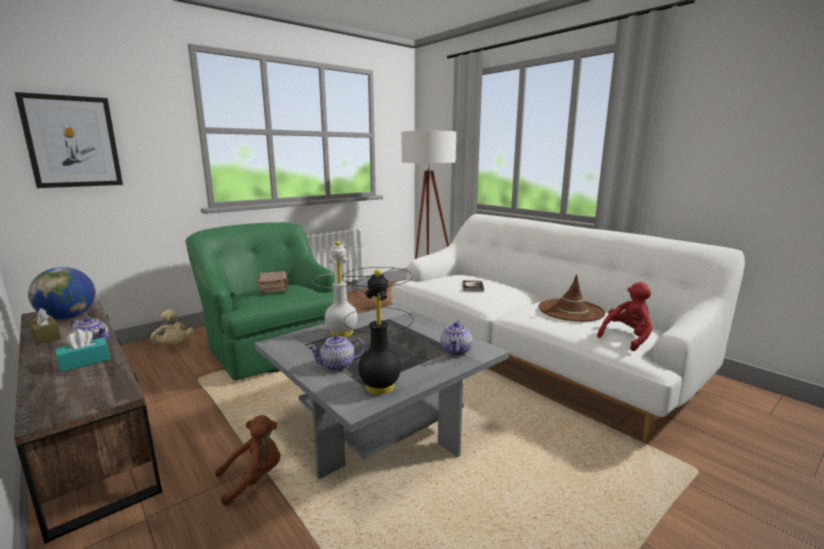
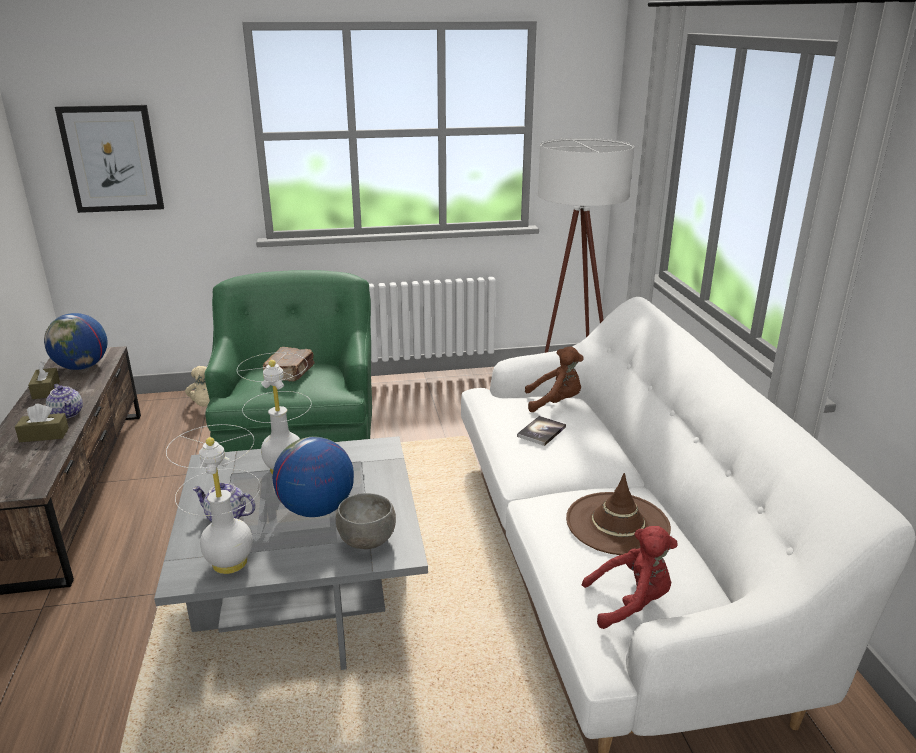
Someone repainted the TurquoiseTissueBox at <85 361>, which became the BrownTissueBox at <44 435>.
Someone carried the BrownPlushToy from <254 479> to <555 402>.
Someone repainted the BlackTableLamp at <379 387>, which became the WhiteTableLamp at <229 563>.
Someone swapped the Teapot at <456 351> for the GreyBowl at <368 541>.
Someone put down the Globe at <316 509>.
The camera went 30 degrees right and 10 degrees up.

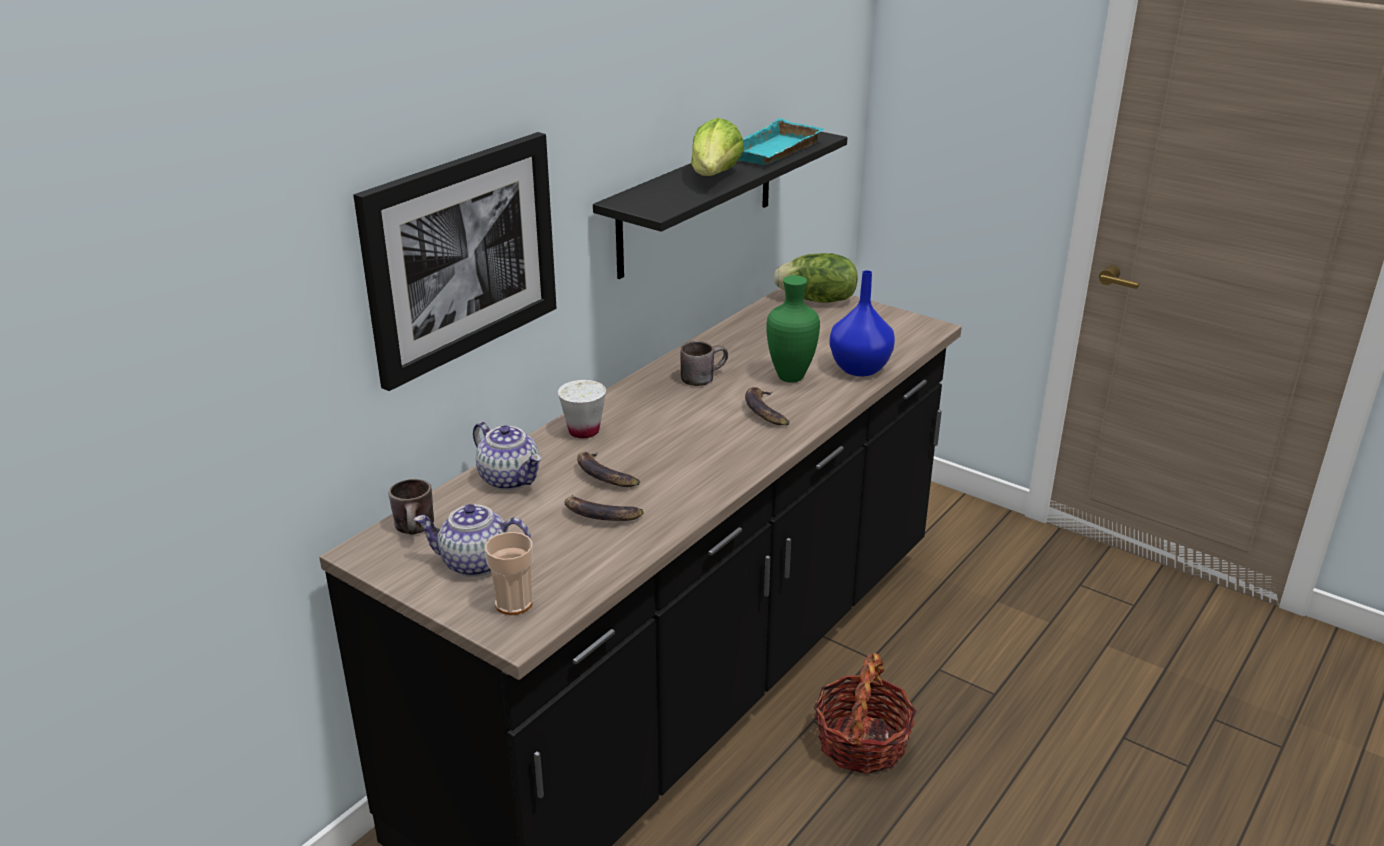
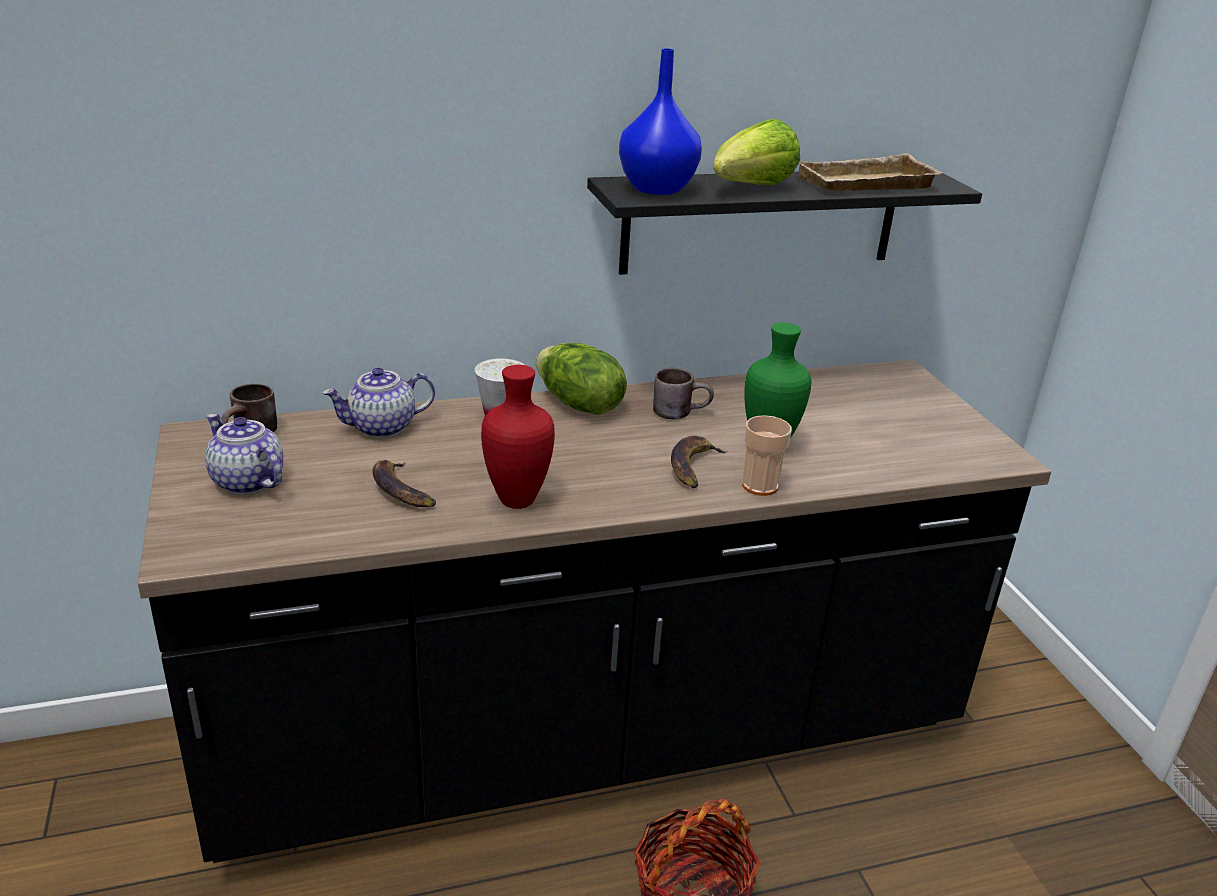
Someone took away the Picture at <460 256>.
Someone rotated the Teapot at <510 479> by 75 degrees clockwise.
Someone carried the Cup from <514 603> to <760 486>.
Someone took away the Banana at <604 475>.
Someone repainted the TurquoiseTray at <775 152>, which became the BeigeTray at <865 185>.
Someone carried the Lettuce from <817 300> to <578 405>.
Someone carried the BlueVase from <860 369> to <656 189>.
Someone put down the RedVase at <516 502>.
The camera went 35 degrees right and 0 degrees up.

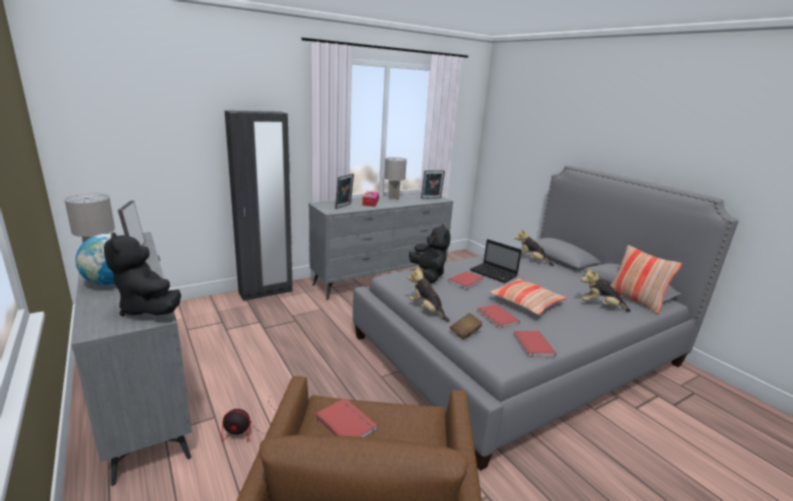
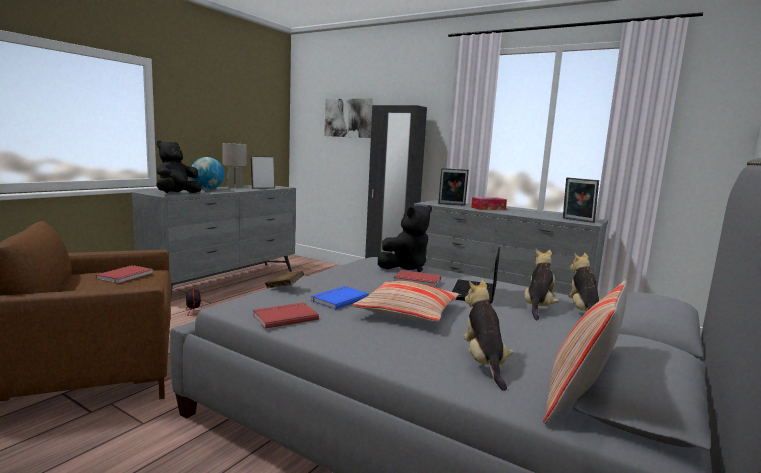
Someone took away the GreyTableLamp at <393 198>.
Someone carried the PlushToy from <427 310> to <538 307>.
Someone repainted the RedBook at <496 318>, which became the BlueBook at <338 299>.
Someone put up the Picture at <348 118>.
The camera went 65 degrees right and 10 degrees down.

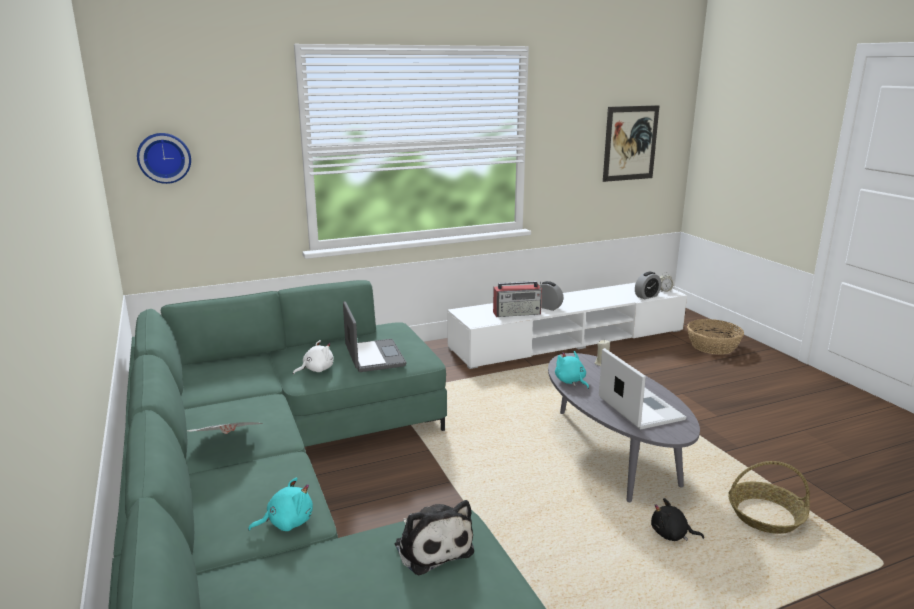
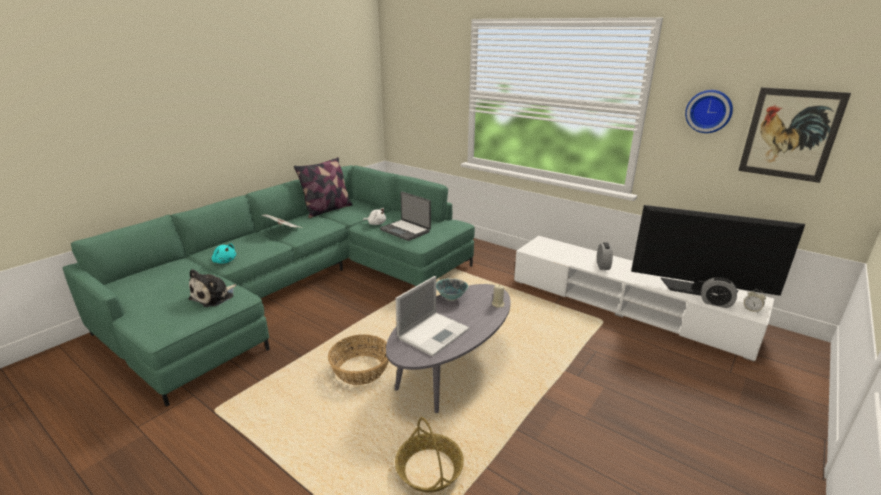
Someone carried the WallClock from <164 157> to <709 111>.
Someone rotated the Laptop at <373 357> by 90 degrees clockwise.
Someone took away the Radio at <517 313>.
Someone swapped the TurquoisePlushToy at <571 381> for the Bowl at <451 298>.
Someone took away the BlackPlushToy at <671 535>.
Someone carried the Basket from <712 346> to <360 370>.
Someone put down the Pillow at <327 210>.
Someone put down the Television at <699 290>.
The camera went 60 degrees right and 5 degrees up.

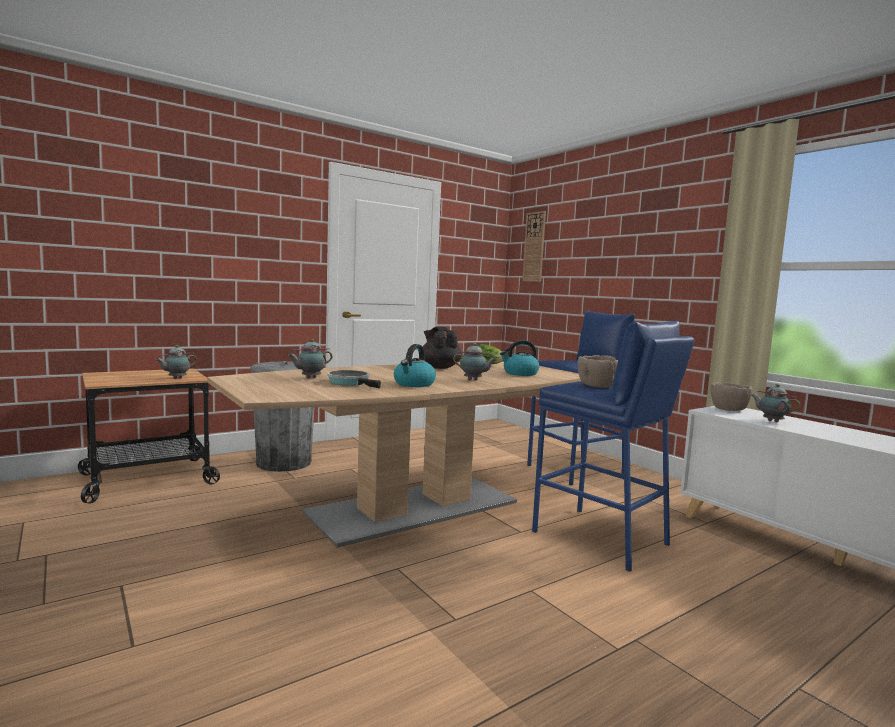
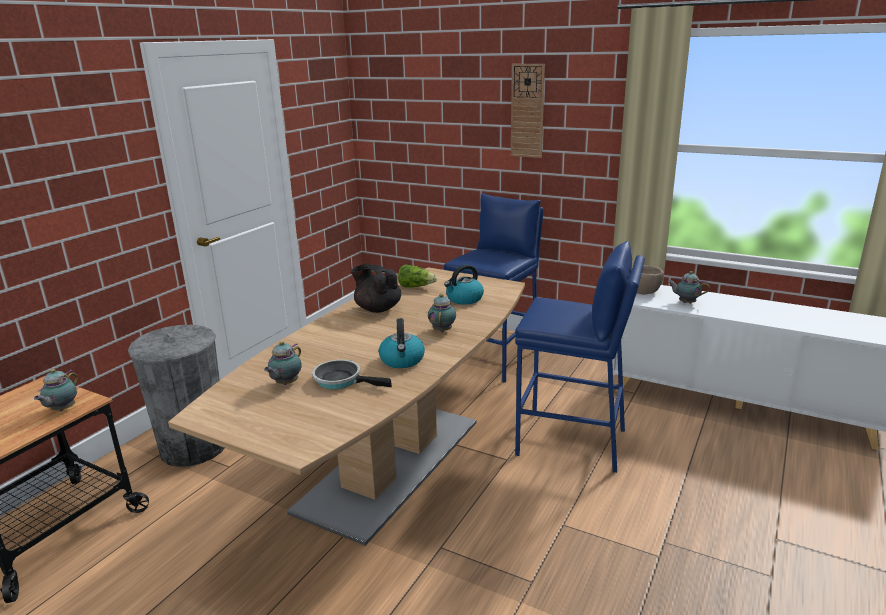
Someone rotated the Teapot at <474 380> by 75 degrees counterclockwise.
Someone carried the WallClock from <534 247> to <527 111>.
Someone took away the BrownBowl at <596 386>.
The camera went 25 degrees left and 15 degrees up.

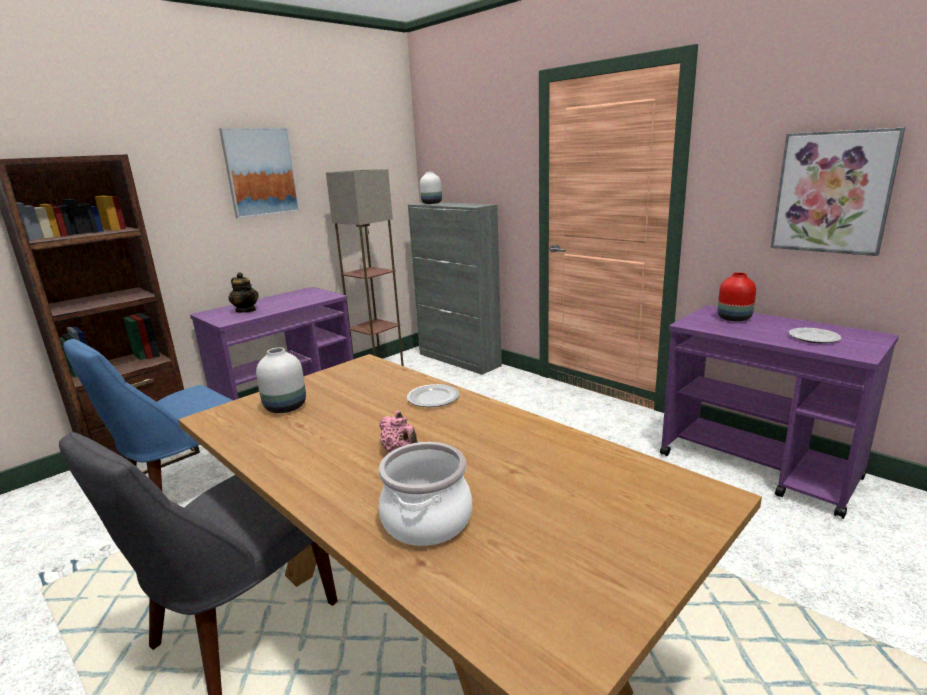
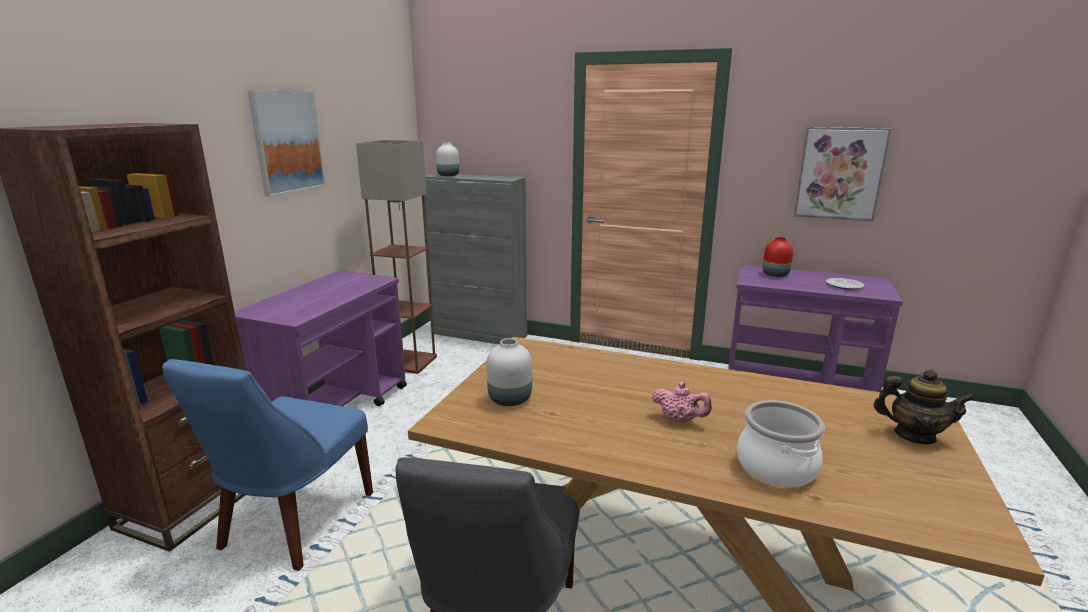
Someone carried the Teapot from <246 310> to <914 435>.
Someone took away the Plate at <432 398>.
The camera went 25 degrees left and 0 degrees up.

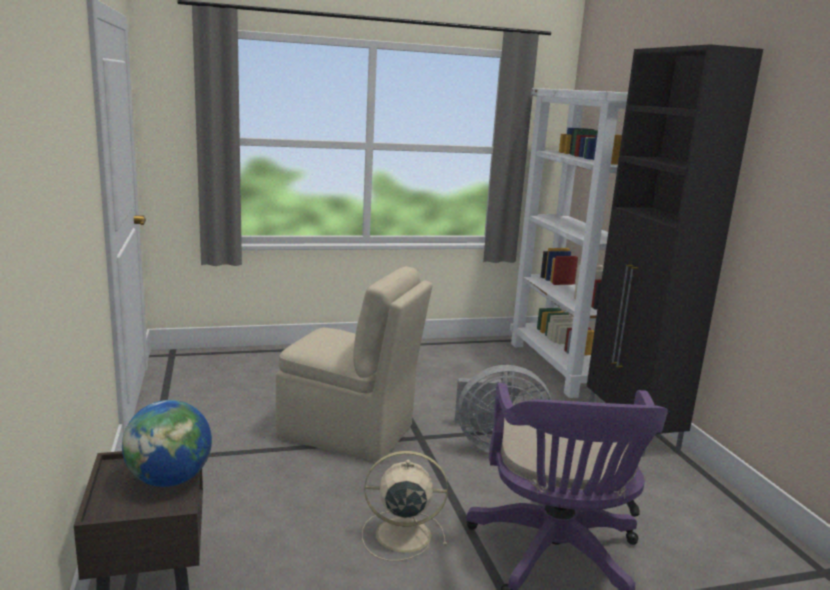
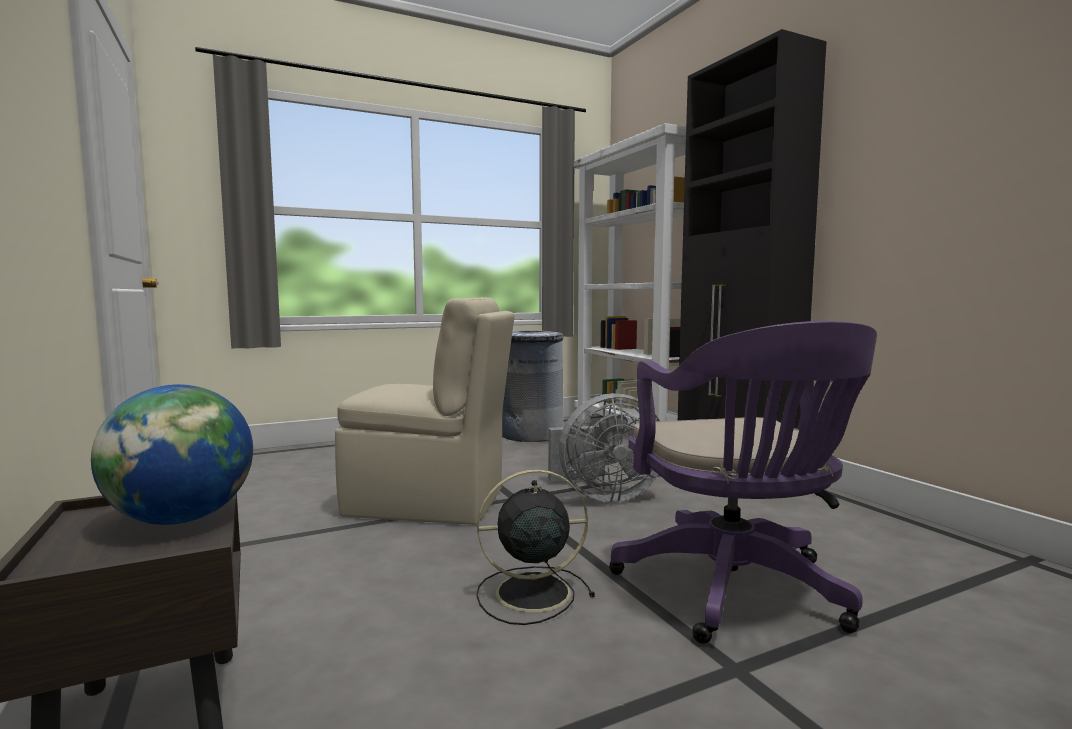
Someone repainted the BeigeFan at <400 534>, which became the BlackFan at <529 593>.
Someone put down the GreyTrashCan at <531 434>.
The camera went 10 degrees left and 10 degrees down.

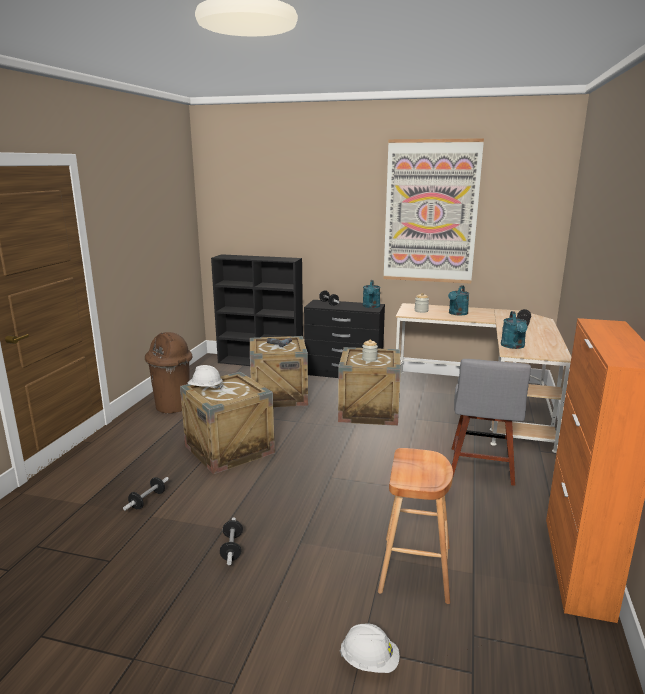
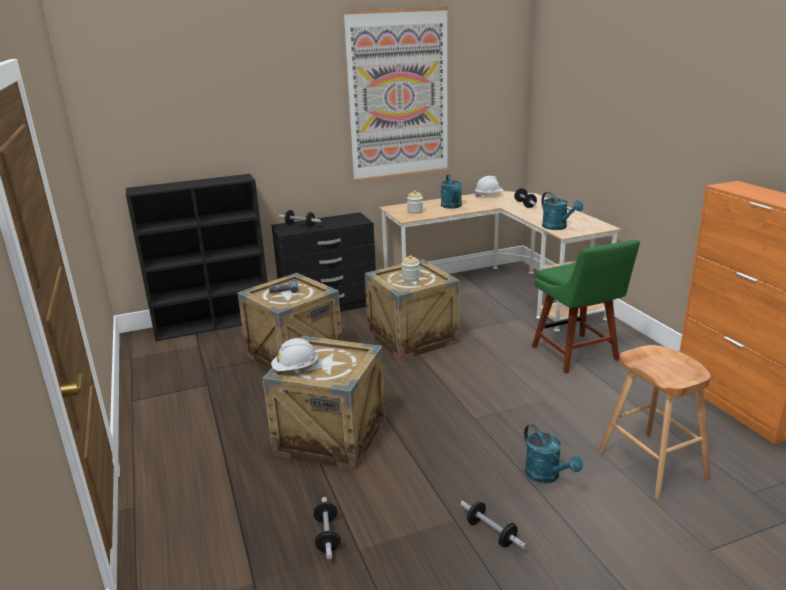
Someone took away the BrownTrashCan at <173 406>.
Someone carried the WhiteHardHat from <369 661> to <488 196>.
Someone carried the TurquoiseWateringCan from <371 306> to <547 476>.
Someone repainted the GreyChair at <481 468>, which became the GreenChair at <577 355>.
The camera went 35 degrees left and 5 degrees up.

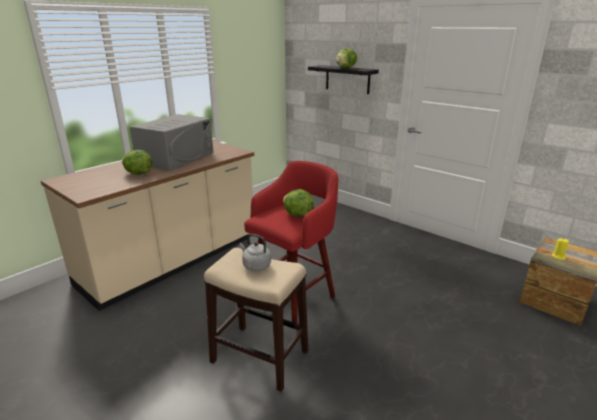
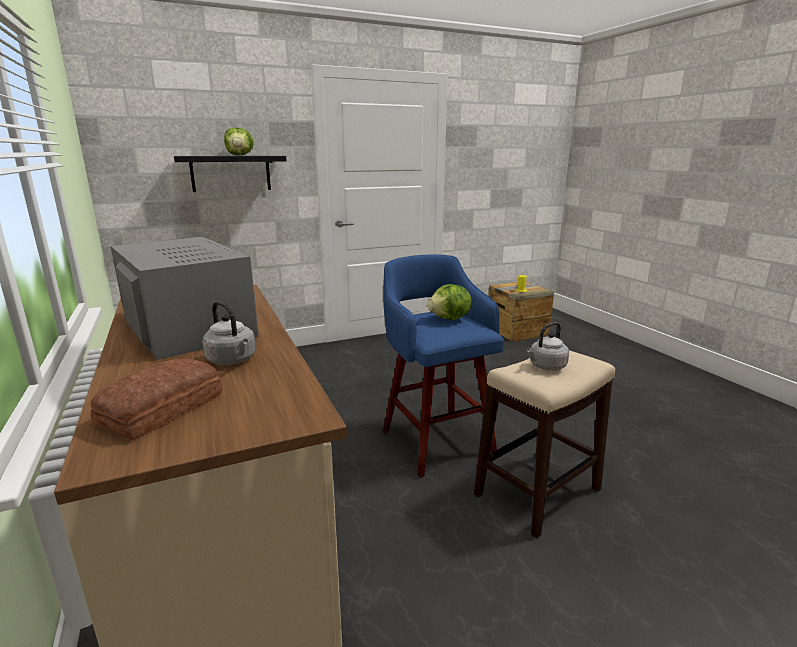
Someone swapped the Lettuce at <138 174> for the GreyKettle at <233 360>.
Someone repainted the RedStool at <294 298>, which became the BlueStool at <436 440>.
Someone put down the Bread at <165 409>.
The camera went 65 degrees left and 5 degrees down.

